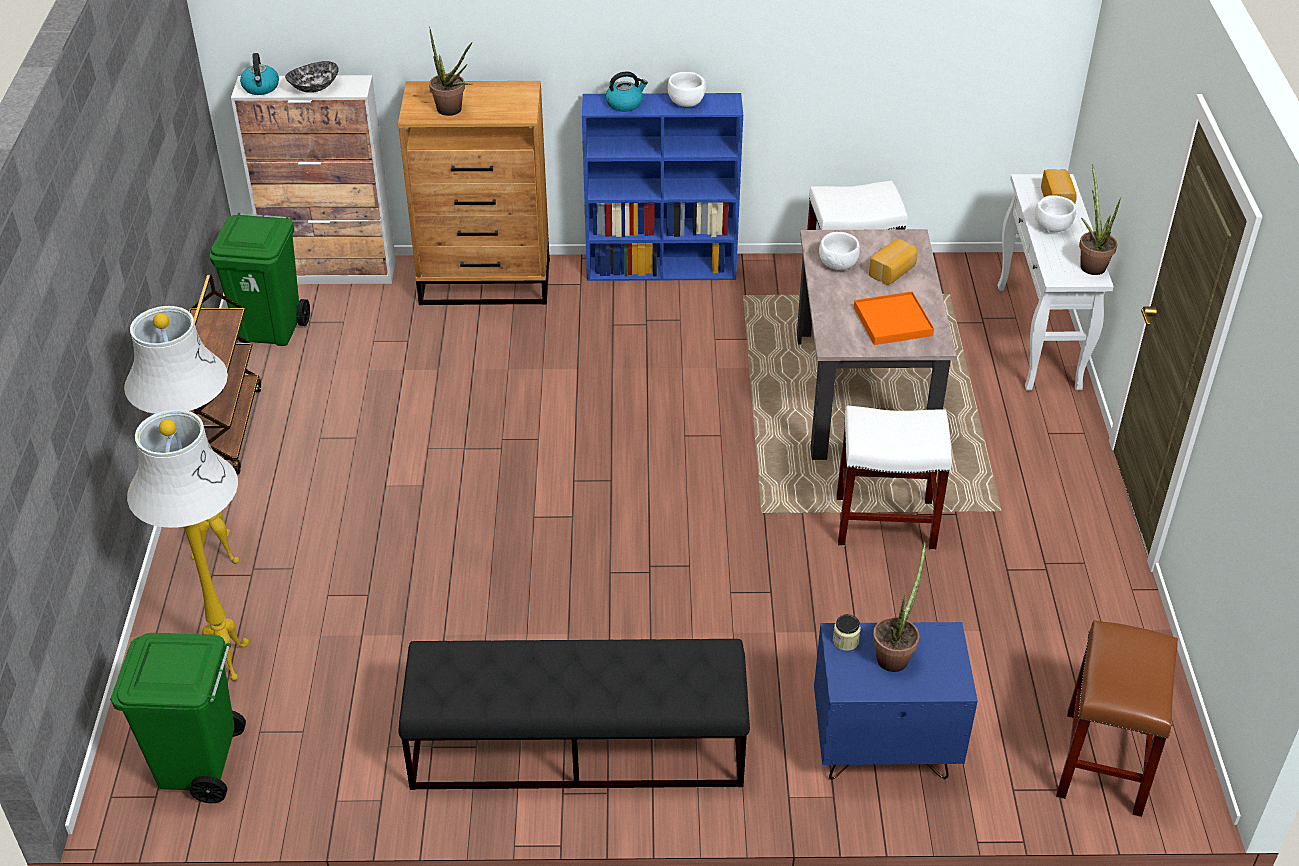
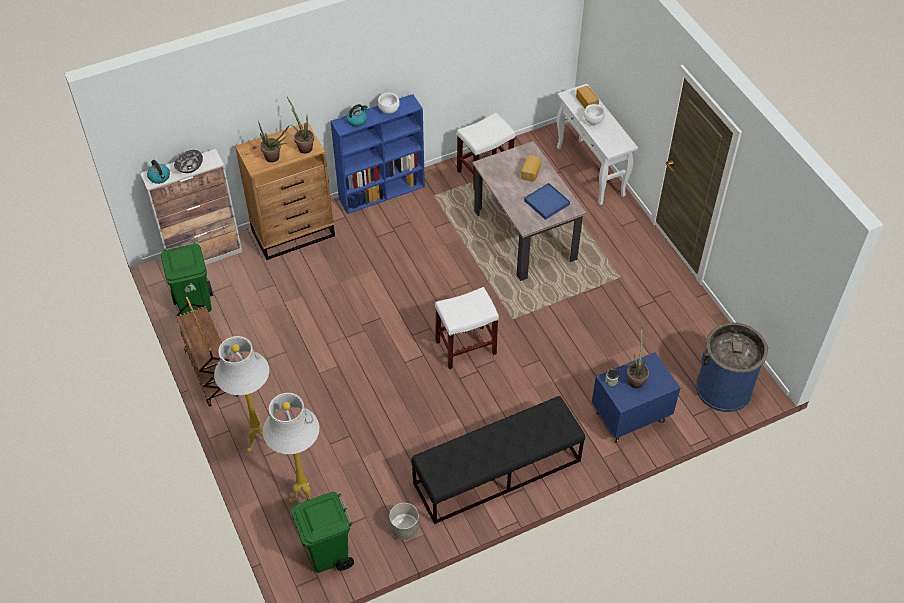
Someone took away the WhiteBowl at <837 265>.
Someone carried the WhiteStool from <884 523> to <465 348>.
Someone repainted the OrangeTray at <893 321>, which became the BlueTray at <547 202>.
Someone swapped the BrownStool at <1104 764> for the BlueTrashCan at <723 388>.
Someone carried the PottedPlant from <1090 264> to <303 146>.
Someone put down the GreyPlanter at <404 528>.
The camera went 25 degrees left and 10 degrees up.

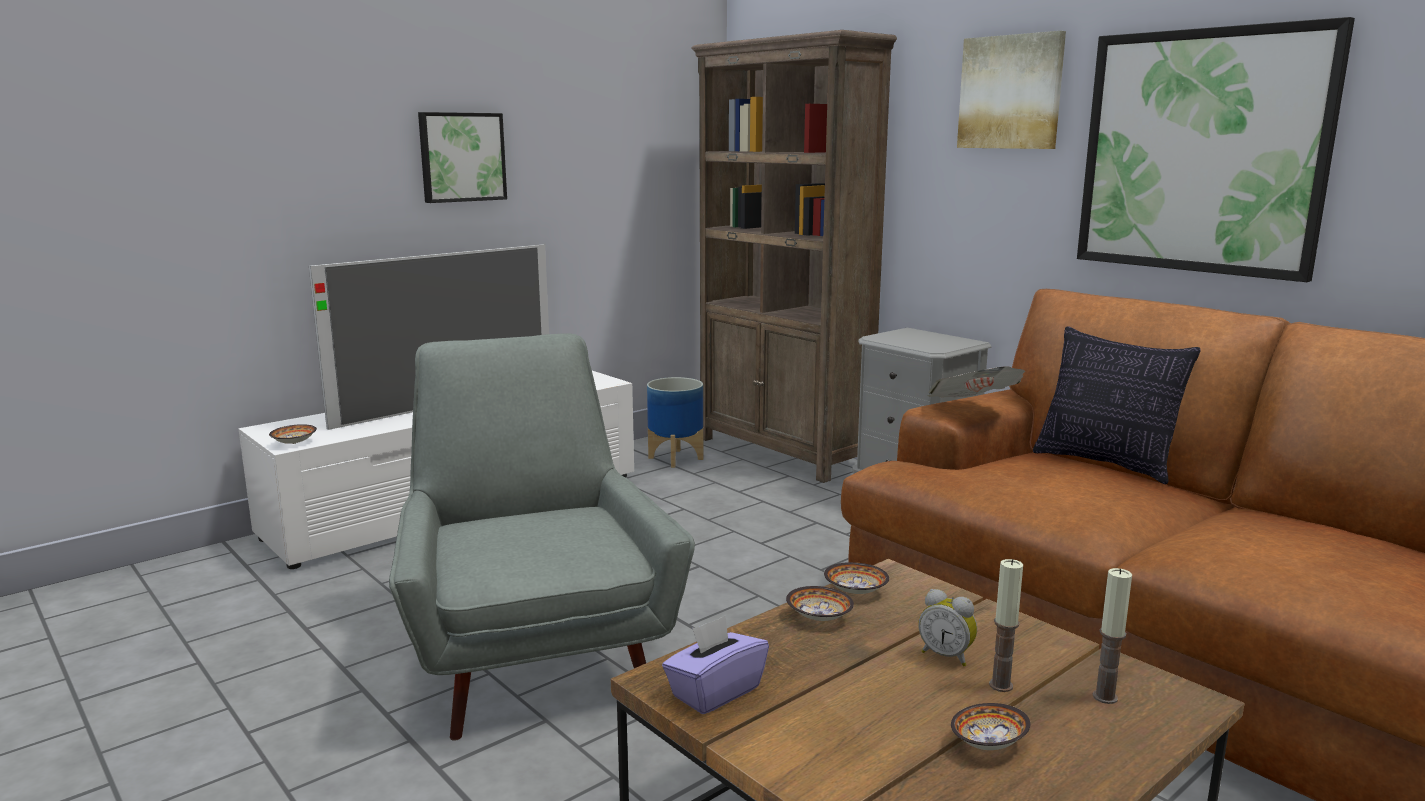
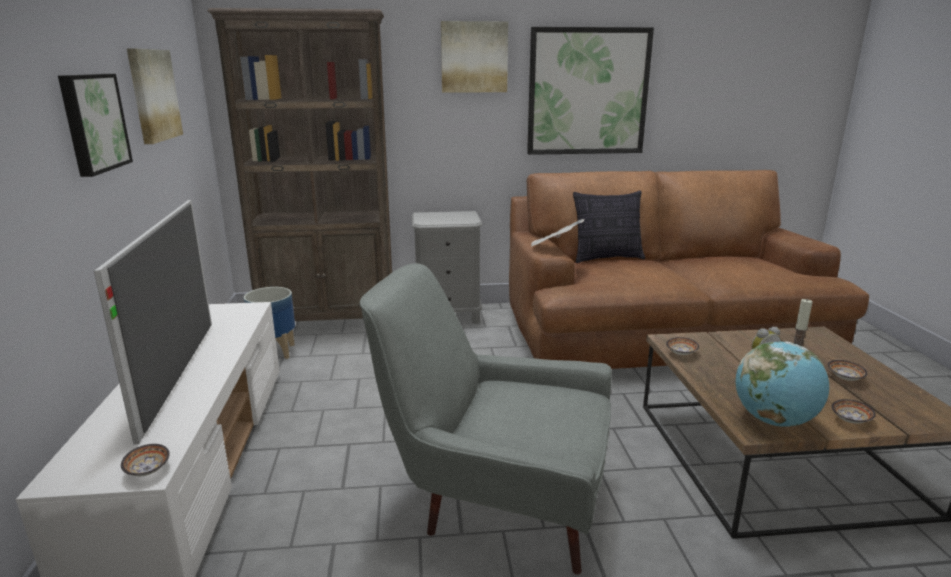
Someone swapped the PurpleTissueBox at <715 692> for the Globe at <774 420>.
Someone carried the Bowl from <819 618> to <850 420>.
Someone took away the Candle at <1105 697>.
Someone put up the Picture at <153 95>.
The camera went 55 degrees left and 5 degrees up.

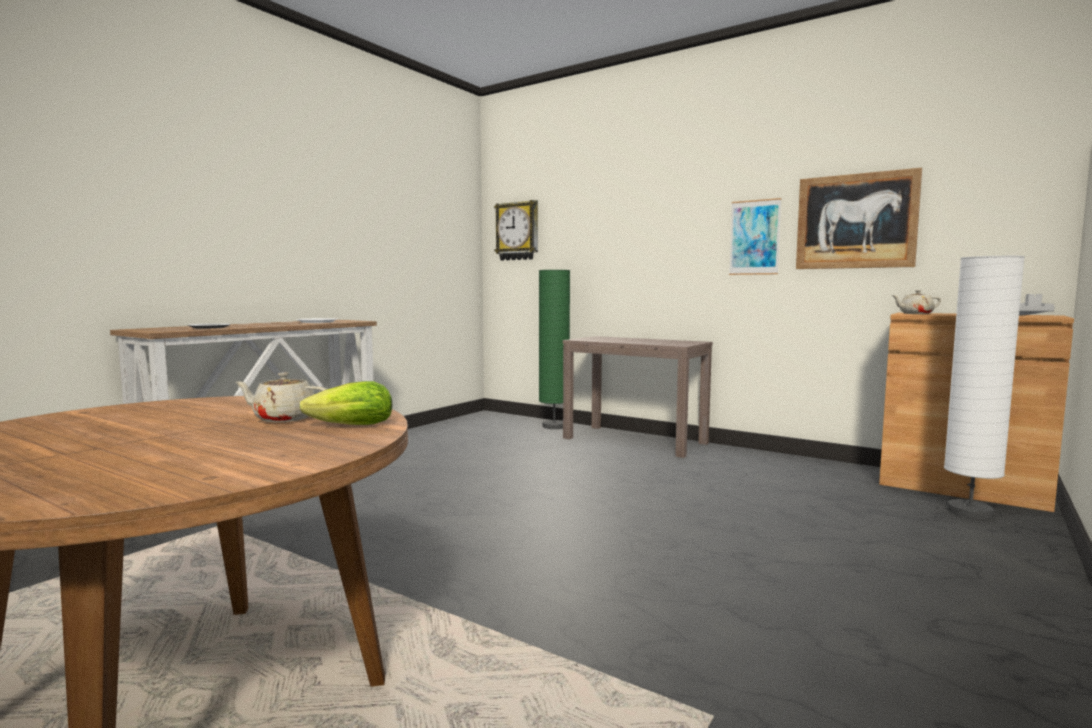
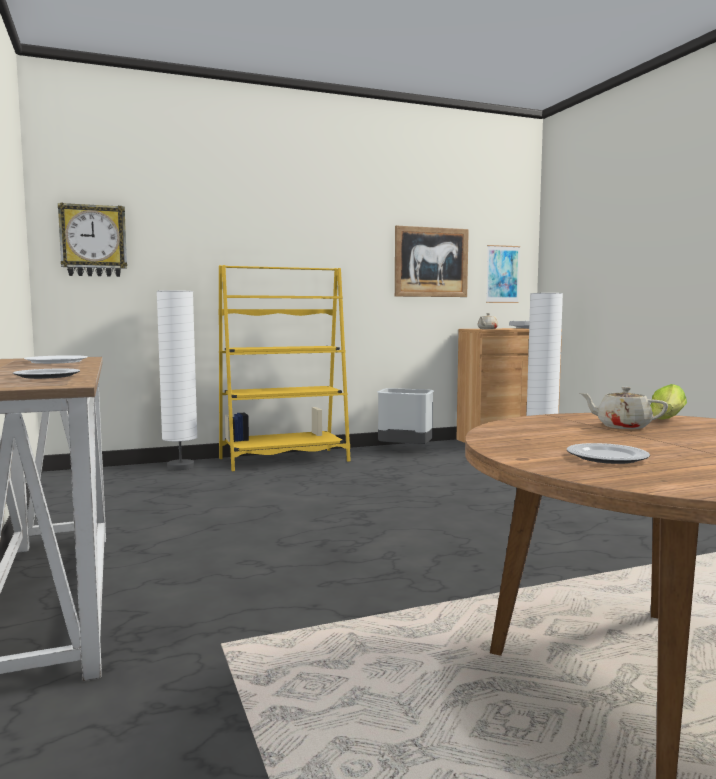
Someone rotated the BeigeTeapot at <283 418> by 75 degrees clockwise.
Someone repainted the GreenFloorLamp at <554 426>, which became the WhiteFloorLamp at <180 467>.
Someone swapped the BrownConsoleTable at <635 440> for the YellowBookcase at <284 460>.
Someone carried the Picture from <754 237> to <502 274>.
Someone put down the GreyTrashCan at <405 451>.
Someone put down the Plate at <607 457>.
The camera went 55 degrees left and 0 degrees up.

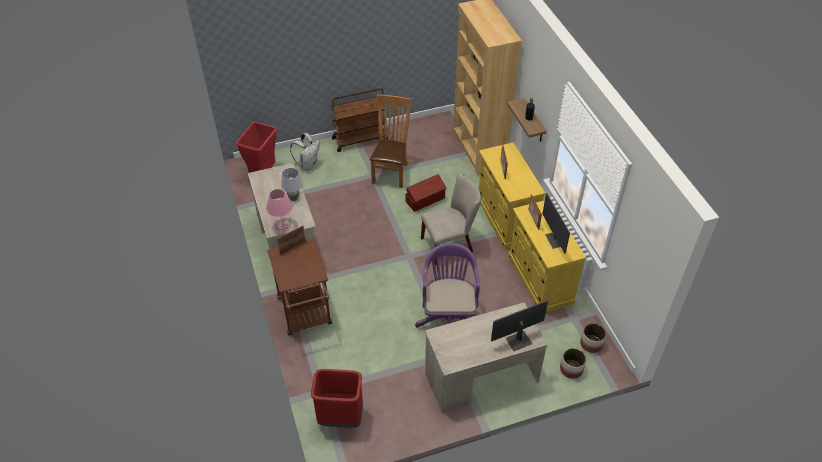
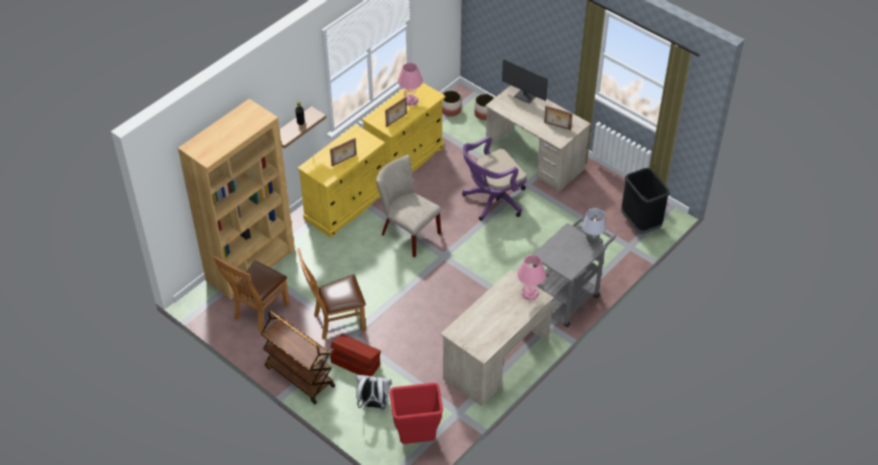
Someone repainted the BrownCart at <306 315>, which became the GreyCart at <568 296>.
Someone carried the PictureFrame from <292 247> to <557 126>.
Someone carried the GreyTableLamp from <293 198> to <592 241>.
Someone repainted the RedTrashCan at <341 417>, which became the BlackTrashCan at <640 224>.
Someone carried the BrownStorageBox from <425 200> to <355 363>.
Someone swapped the Monitor at <555 240> for the PinkTableLamp at <410 100>.
Someone put down the BrownChair at <258 312>.
The camera went 120 degrees left and 0 degrees up.

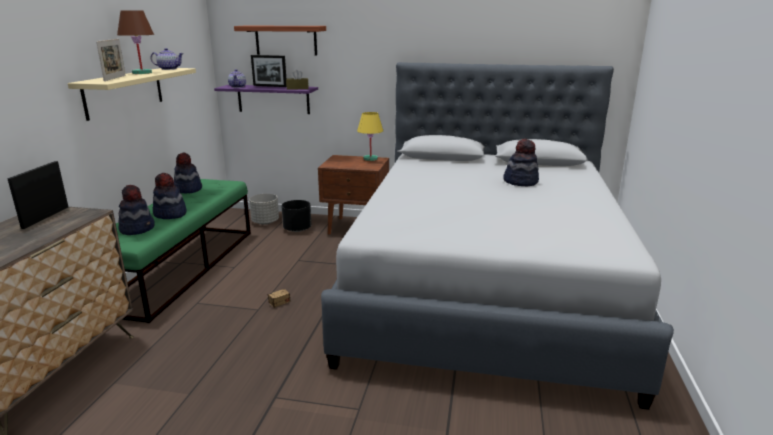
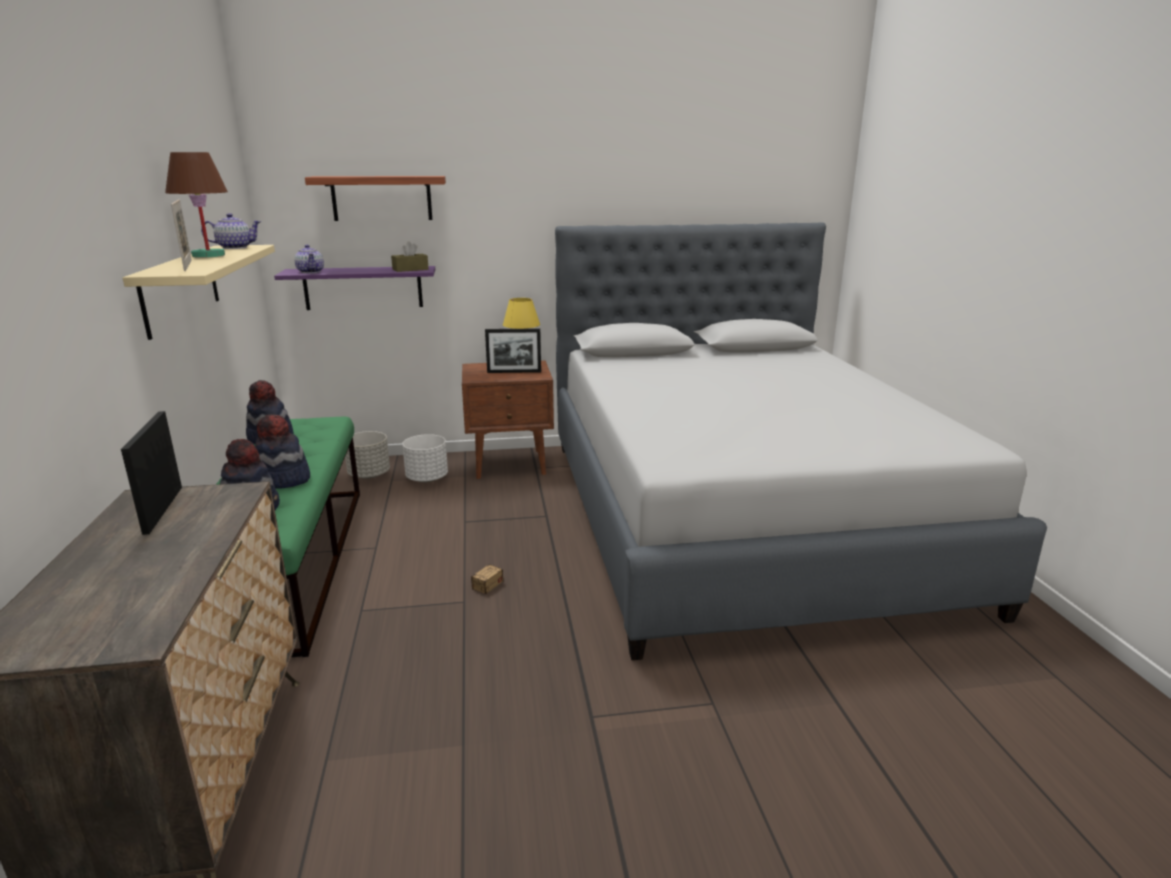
Someone carried the PictureFrame from <270 86> to <514 372>.
Someone repainted the BlackPlanter at <297 229>, which became the WhitePlanter at <427 478>.
Someone took away the Hat at <520 182>.
The camera went 20 degrees left and 0 degrees up.

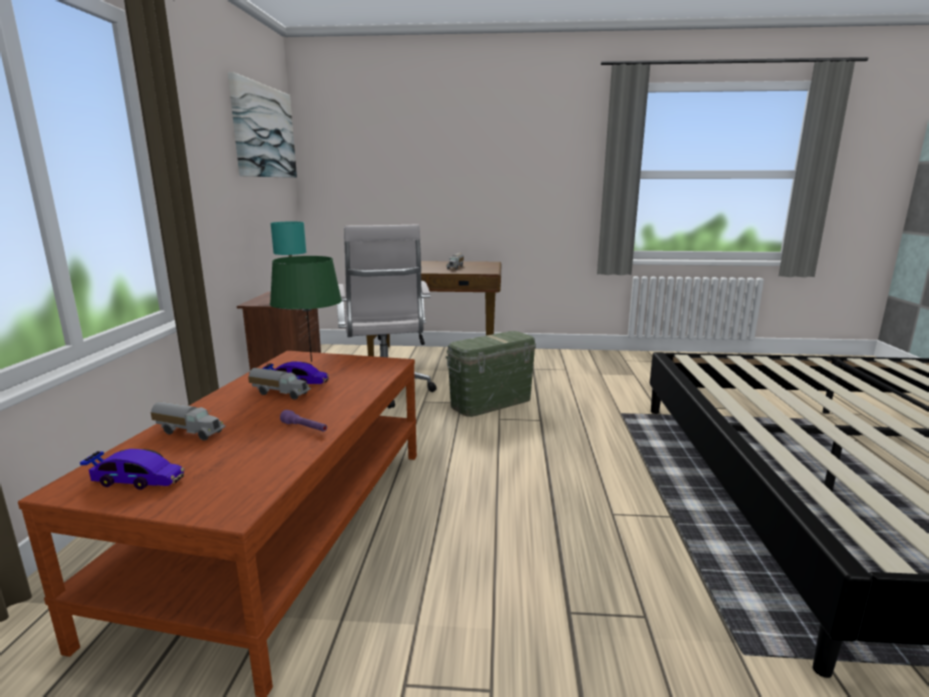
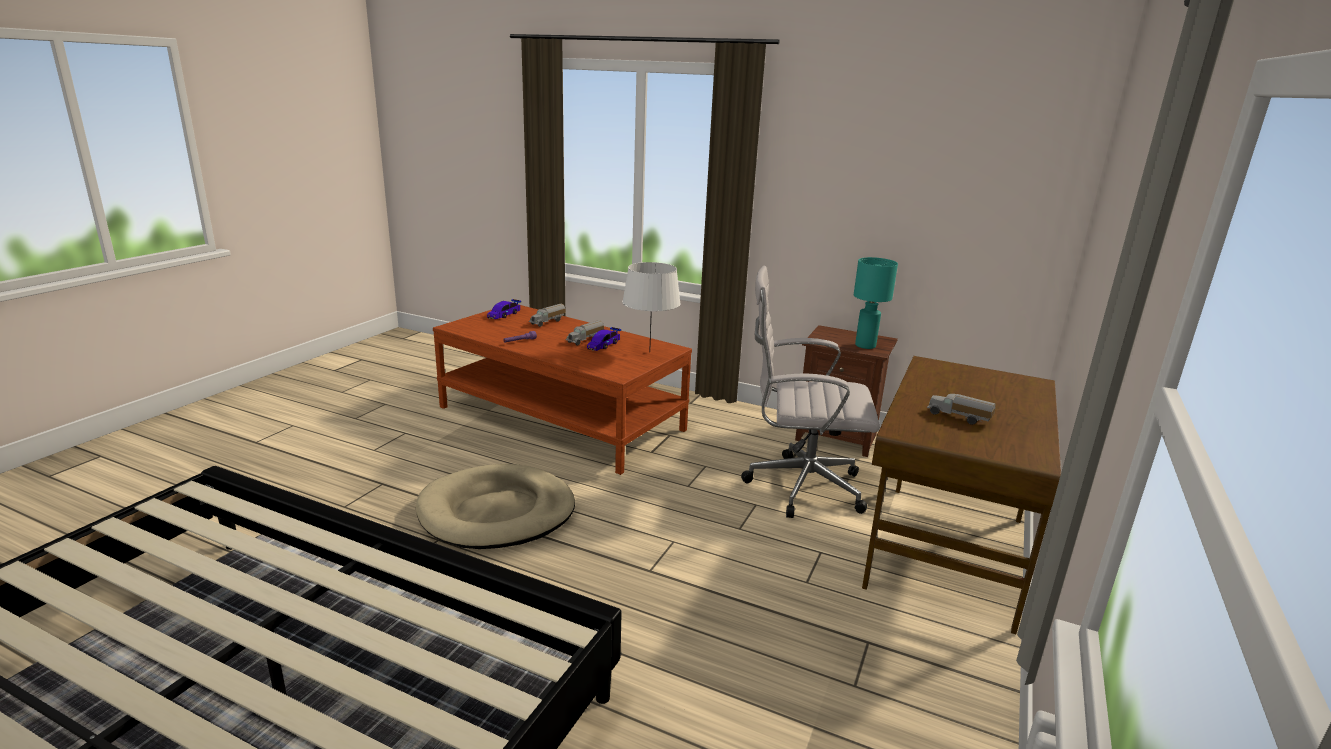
Someone took away the Picture at <264 131>.
Someone repainted the GreenTableLamp at <311 361>, which became the WhiteTableLamp at <650 352>.
Someone took away the GreenStorageBox at <491 402>.
Someone put down the BeigeDogBed at <497 512>.
The camera went 110 degrees right and 5 degrees up.

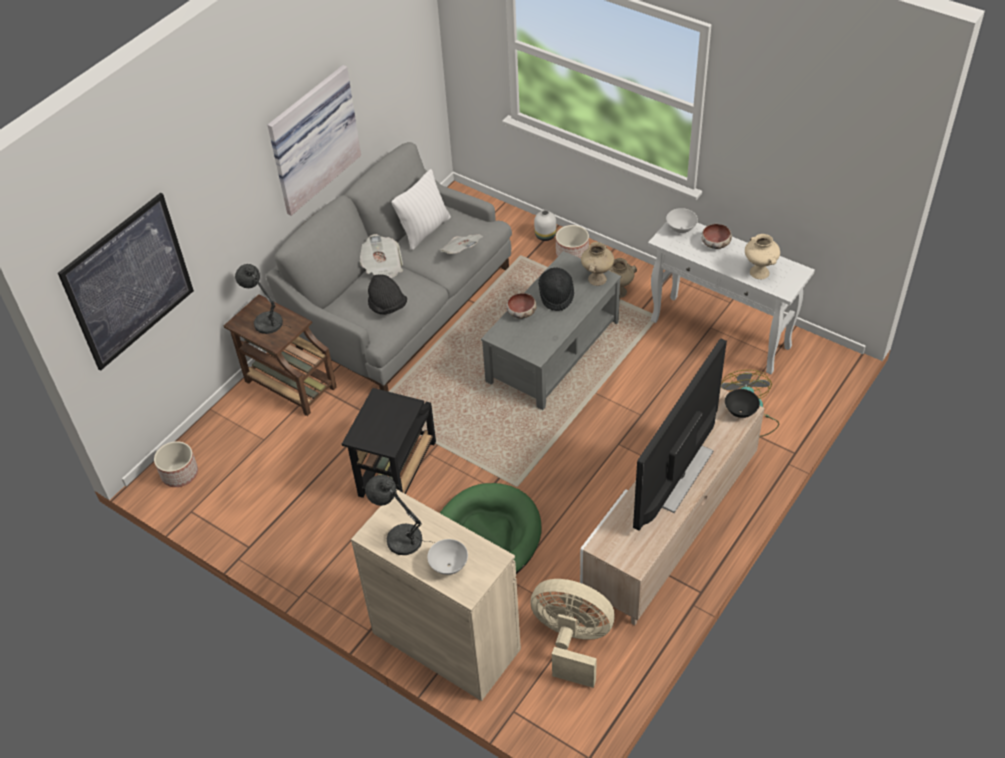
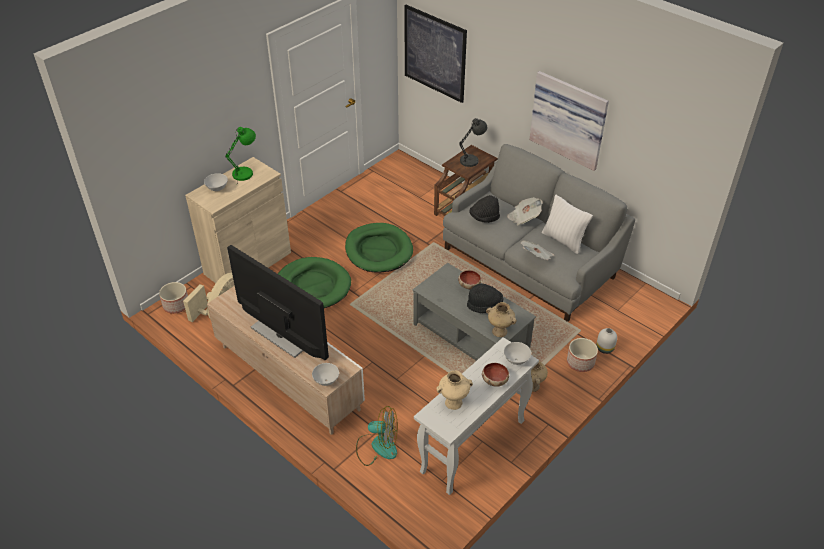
Someone carried the Planter from <179 473> to <176 305>.
Someone swapped the BlackSideTable at <396 471> for the GreenDogBed at <378 250>.
Someone repainted the GreyTableLamp at <401 537>, which became the GreenTableLamp at <245 173>.
Someone repainted the BlackBowl at <740 412>, which became the WhiteBowl at <326 381>.
The camera went 95 degrees right and 5 degrees down.

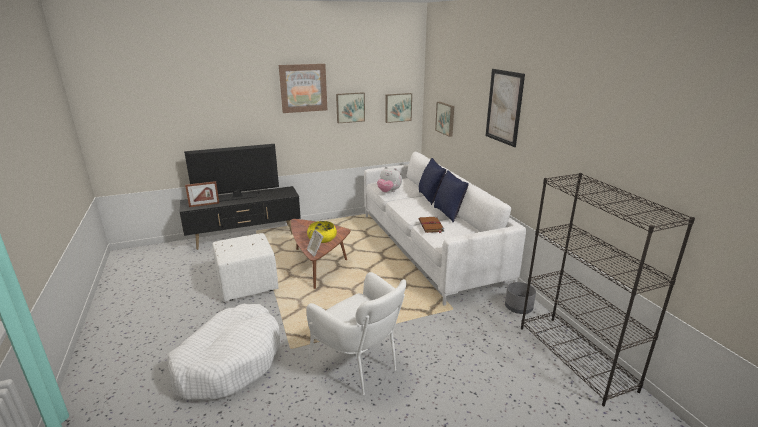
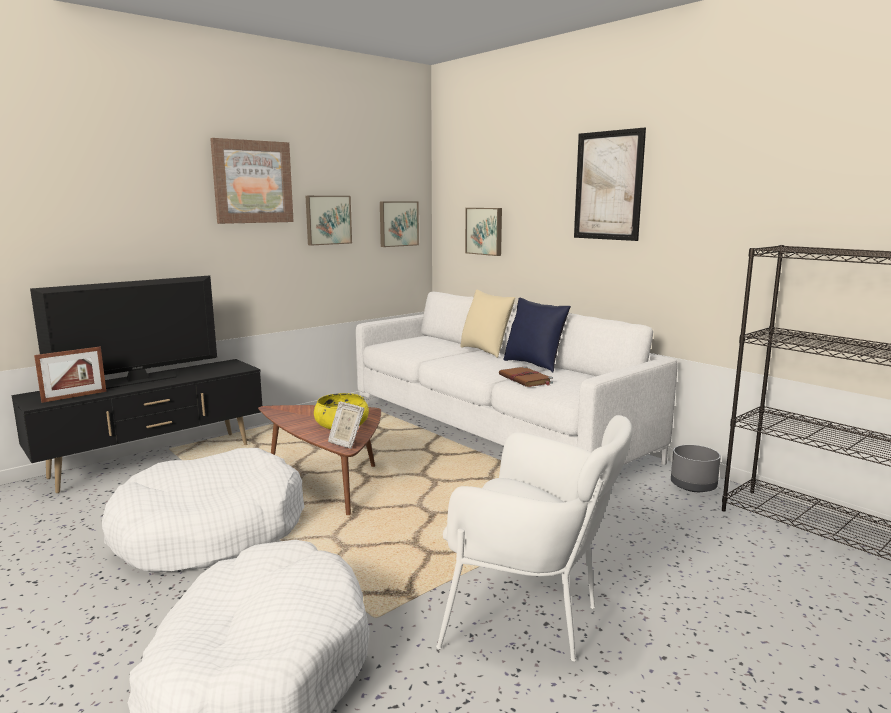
Someone swapped the WhiteOttoman at <248 284> for the WhiteDogBed at <210 531>.
Someone took away the PlushToy at <389 192>.
Someone repainted the BluePillow at <430 197>, which became the BeigePillow at <485 351>.
The camera went 20 degrees left and 10 degrees down.

